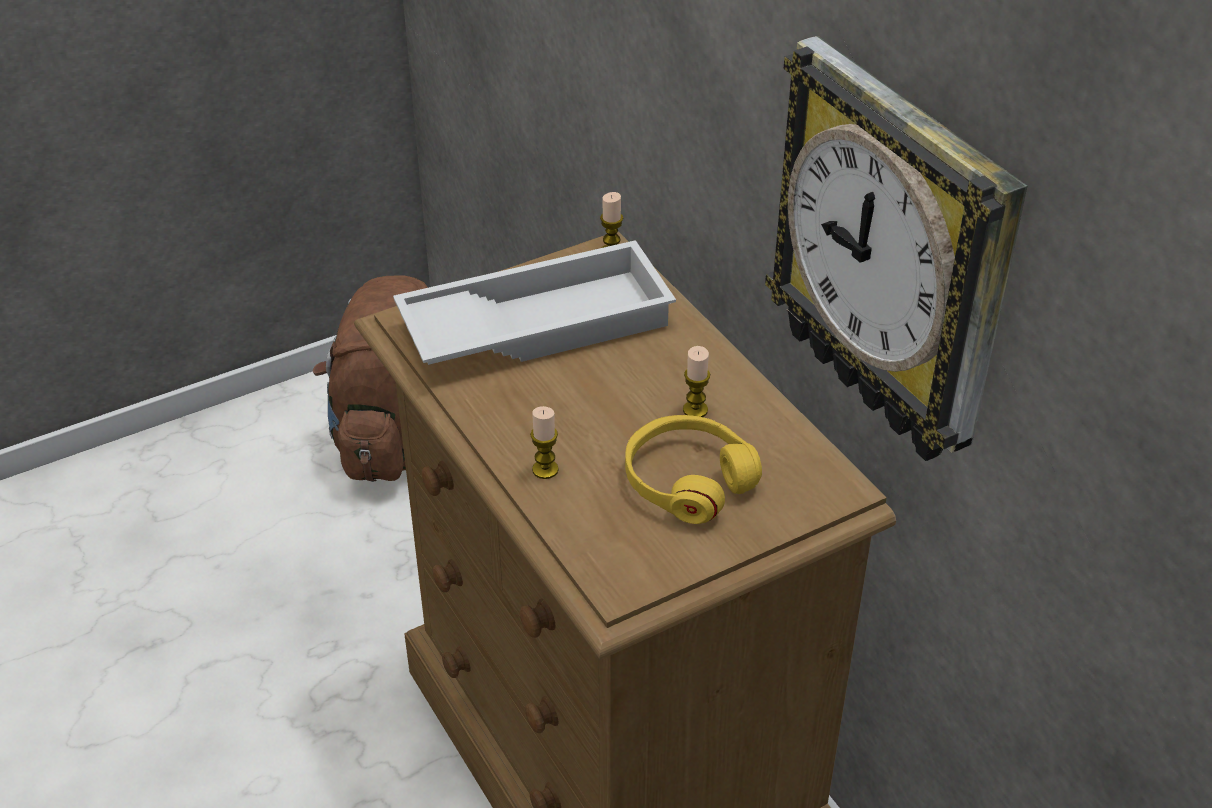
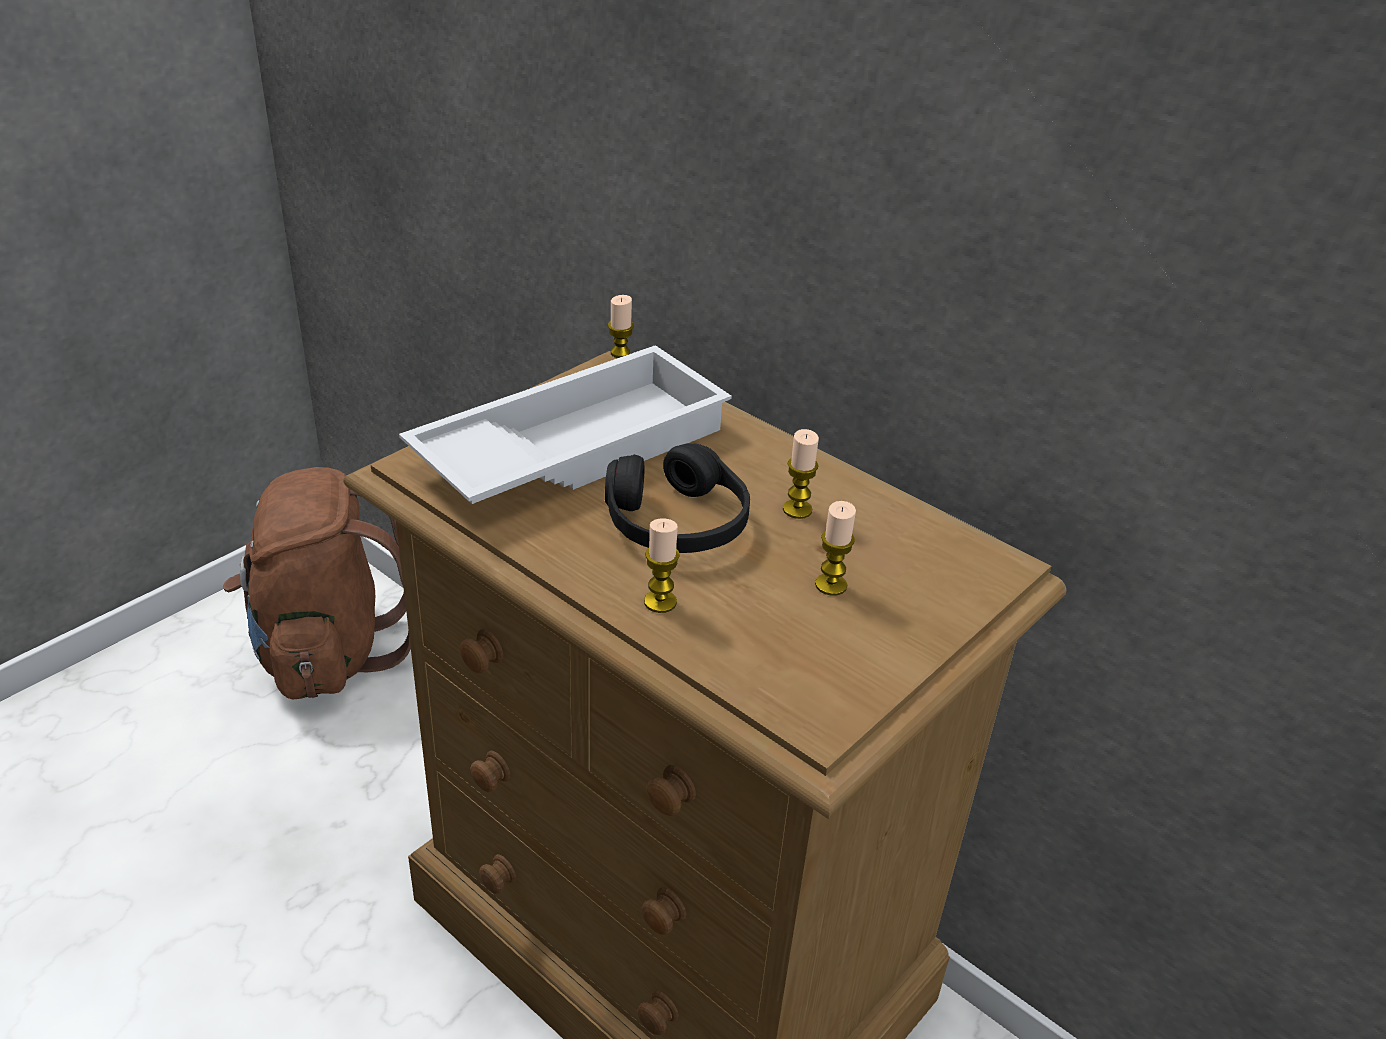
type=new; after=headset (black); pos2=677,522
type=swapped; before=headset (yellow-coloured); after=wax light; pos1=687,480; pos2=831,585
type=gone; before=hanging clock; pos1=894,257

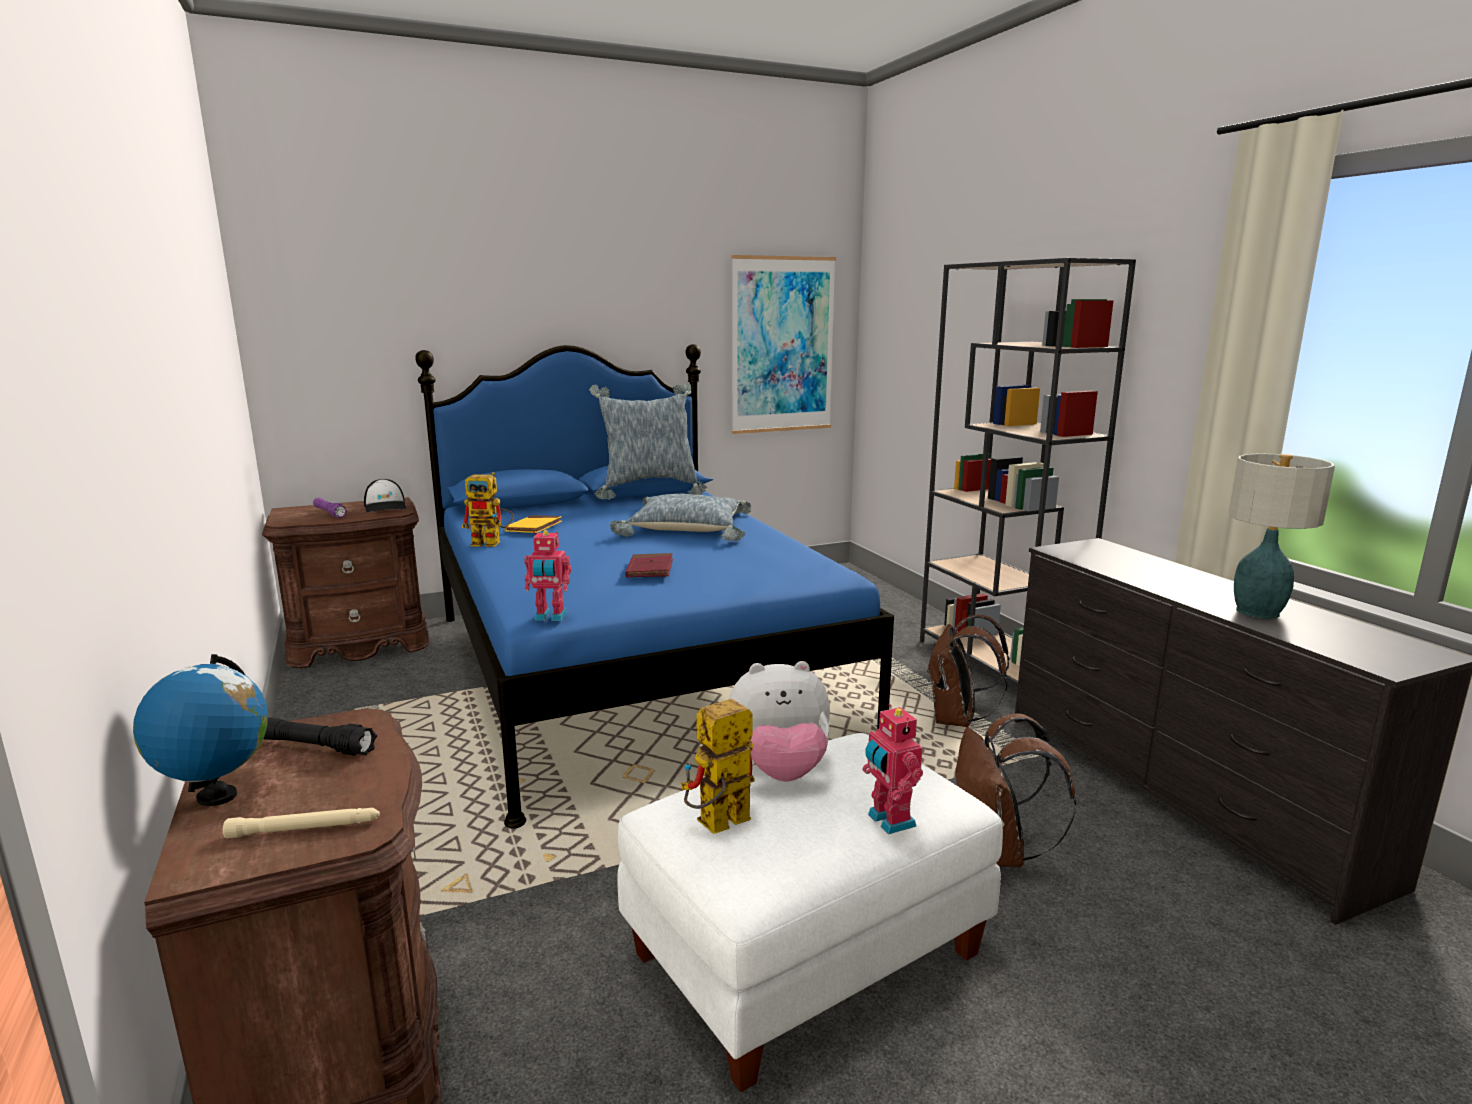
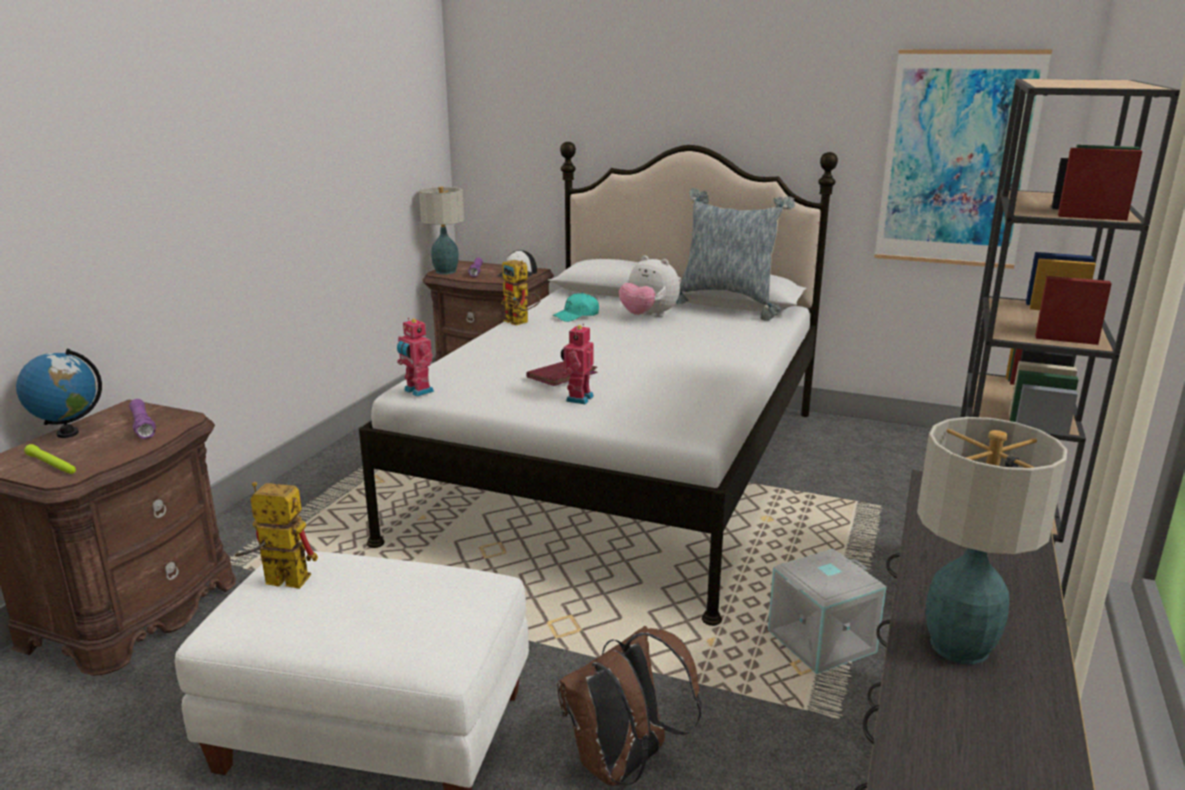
type=repainted; before=torch (sand-coloured); after=torch (green); pos1=305,829; pos2=52,465
type=repainted; before=torch (black); after=torch (purple); pos1=318,747; pos2=142,425
type=repainted; before=sleeping bed (blue); after=sleeping bed (white); pos1=632,670; pos2=623,470
type=new; after=tabletop lamp; pos2=446,272
type=swapped; before=book (yellow-coloured); after=cap (blue-green); pos1=534,527; pos2=576,316
type=shifted; before=robot figure; pos1=888,821; pos2=577,398
type=shifted; before=soft toy; pos1=779,770; pos2=648,316
type=swapped; before=backpack (brown-coloured); after=storage bin (greyish); pos1=957,720; pos2=822,642
type=gone; before=pillow; pos1=686,526

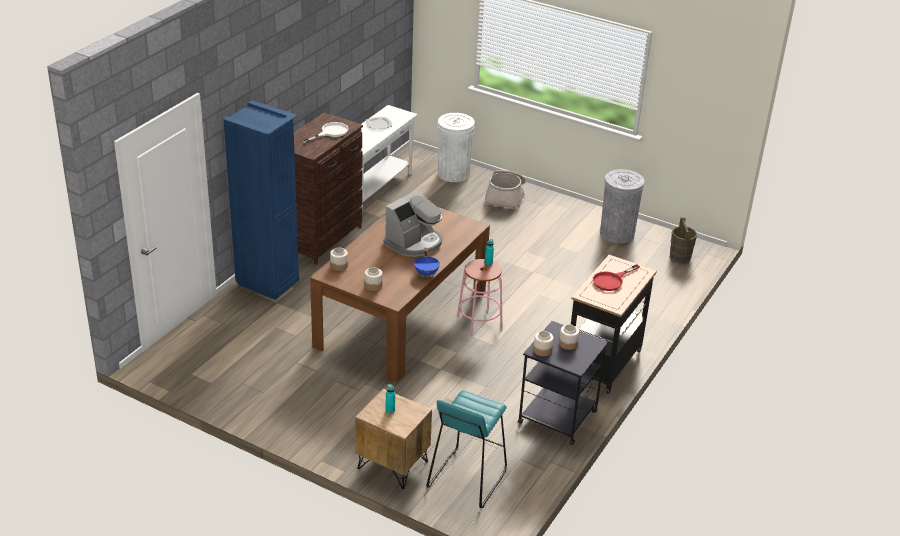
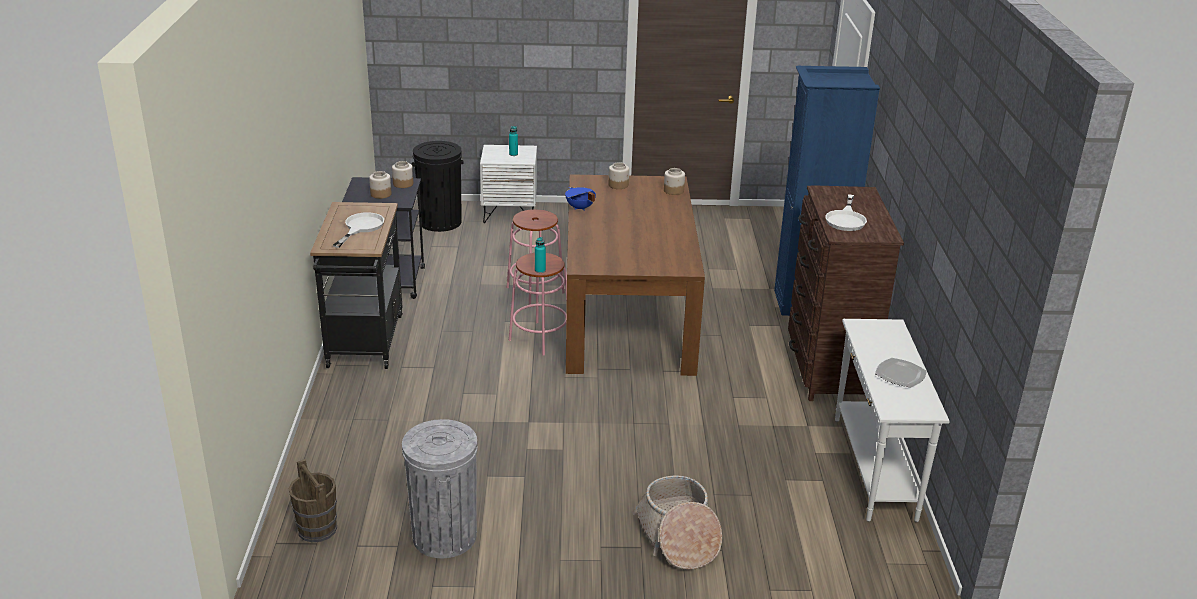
type=repainted; before=frying pan (red); after=frying pan (white); pos1=611,280; pos2=361,228
type=swapped; before=sitting stool (blue-green); after=rubbish bin (black); pos1=466,479; pos2=440,222
type=repainted; before=bedside table (brown-coloured); after=bedside table (white); pos1=392,465; pos2=510,213
type=new; after=sitting stool (pinkish); pos2=535,290
type=gone; before=coffee maker; pos1=414,243
type=gone; before=rubbish bin (white); pos1=453,174

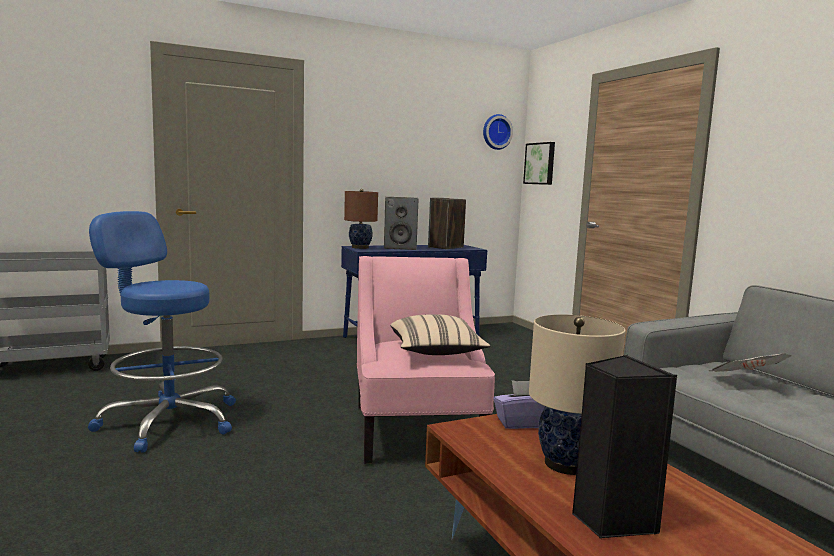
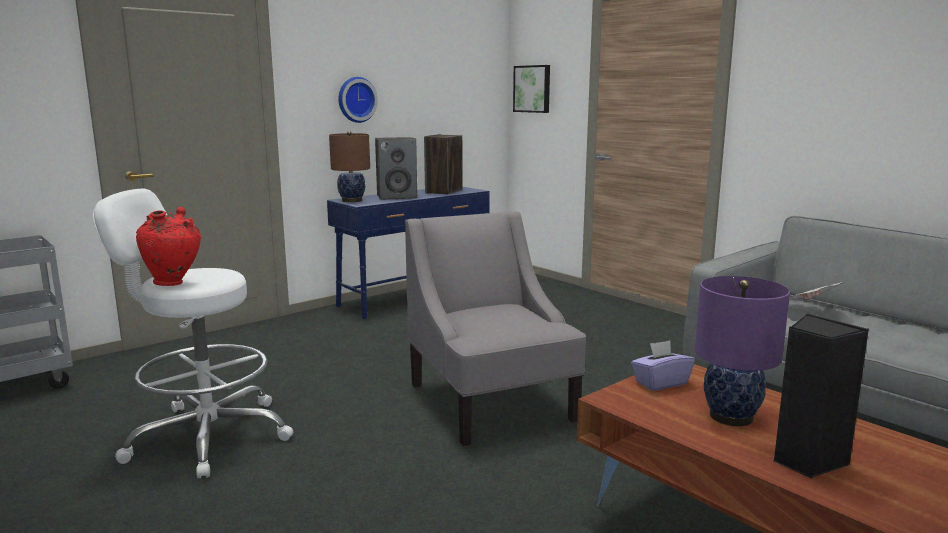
type=repainted; before=sitting stool (blue); after=sitting stool (white); pos1=168,421; pos2=206,436
type=new; after=vase (red); pos2=173,283
type=shifted; before=hanging clock; pos1=496,132; pos2=356,99
type=repainted; before=lounge chair (pinkish); after=lounge chair (greyish); pos1=417,431; pos2=492,403
type=repainted; before=tabletop lamp (sand-coloured); after=tabletop lamp (purple); pos1=566,464; pos2=730,416
type=gone; before=pillow (sand-coloured); pos1=436,352

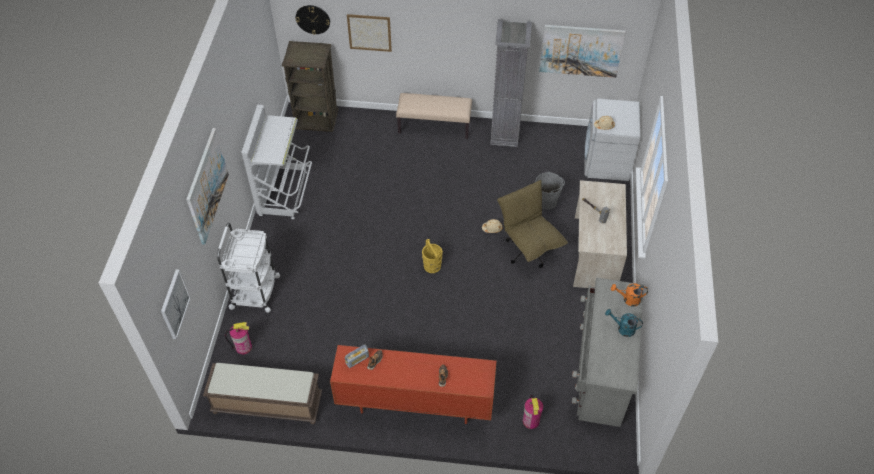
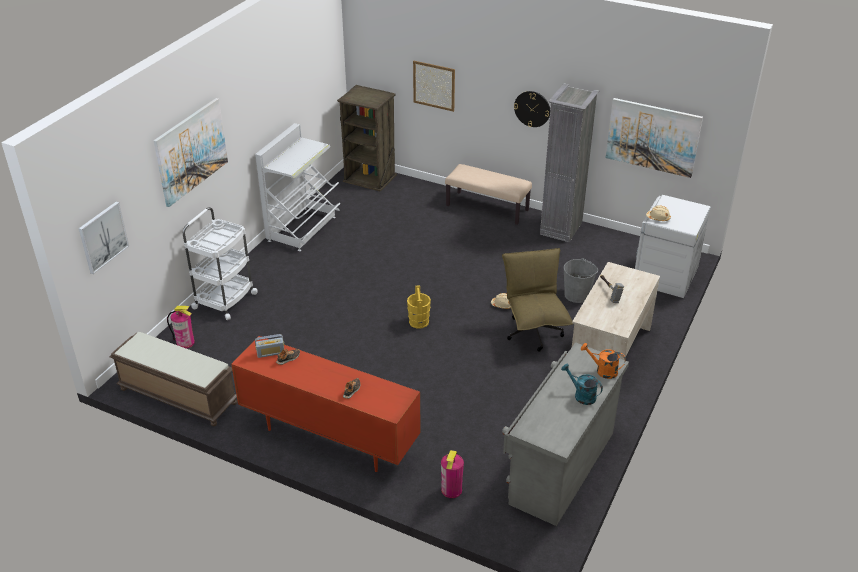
type=shifted; before=hanging clock; pos1=313,19; pos2=532,108

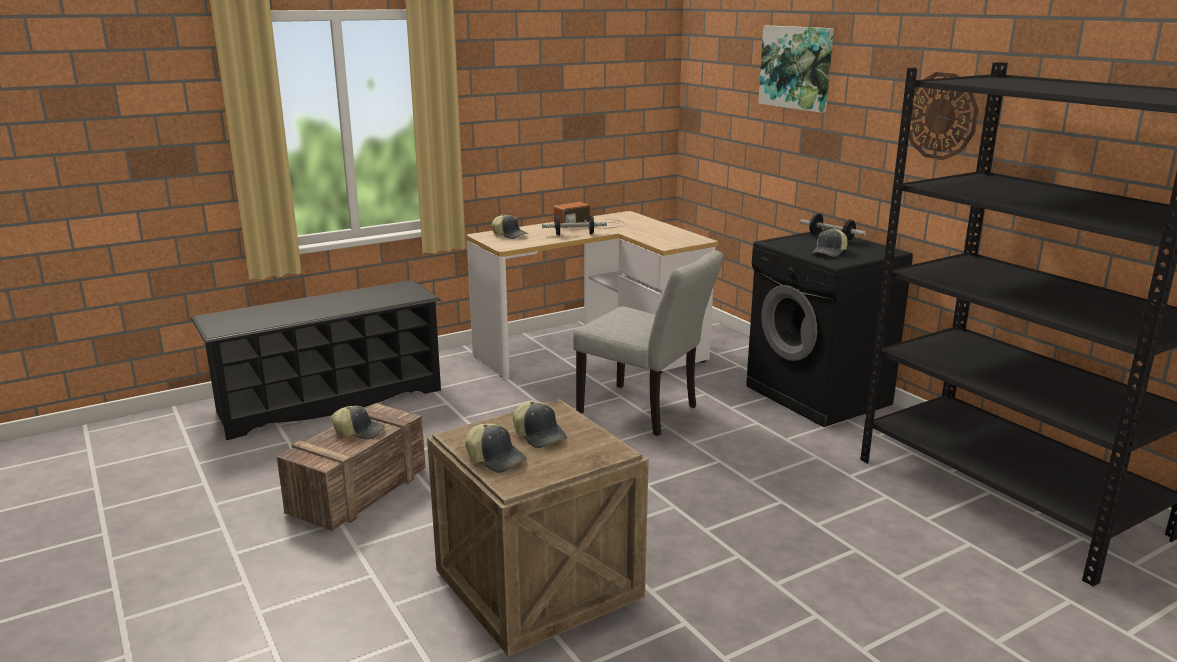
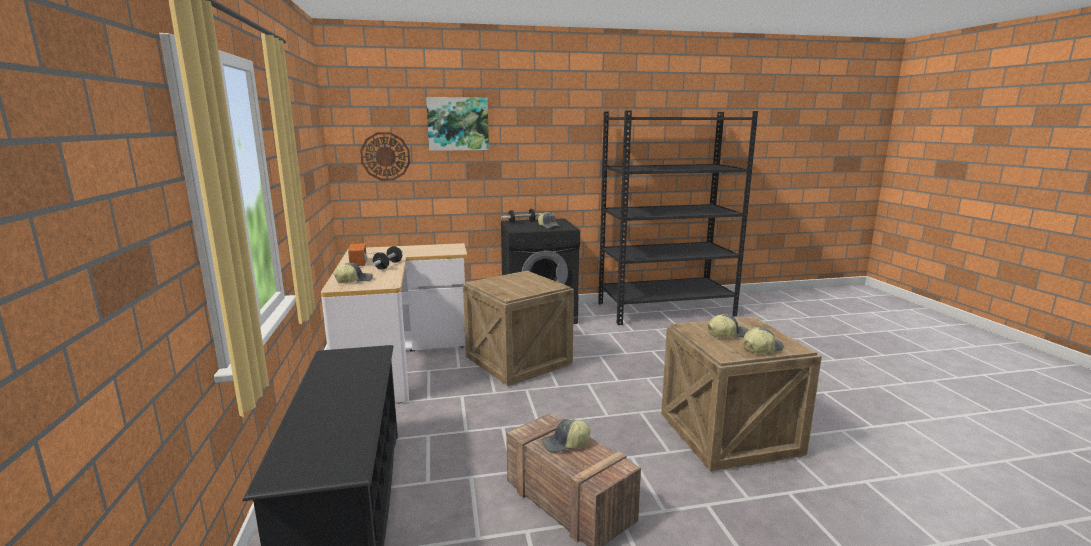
type=shifted; before=hanging clock; pos1=941,116; pos2=385,156
type=swapped; before=chair (greyish); after=crate; pos1=645,412; pos2=519,362
type=rotated; before=cap; pos1=359,431; pos2=565,444; turn=-135

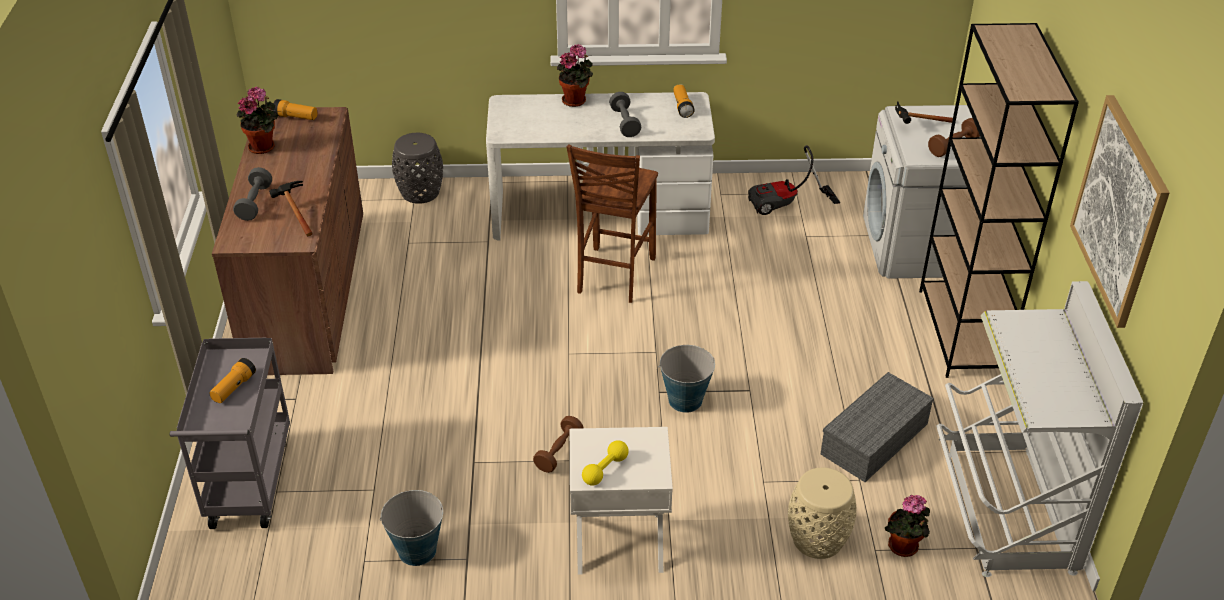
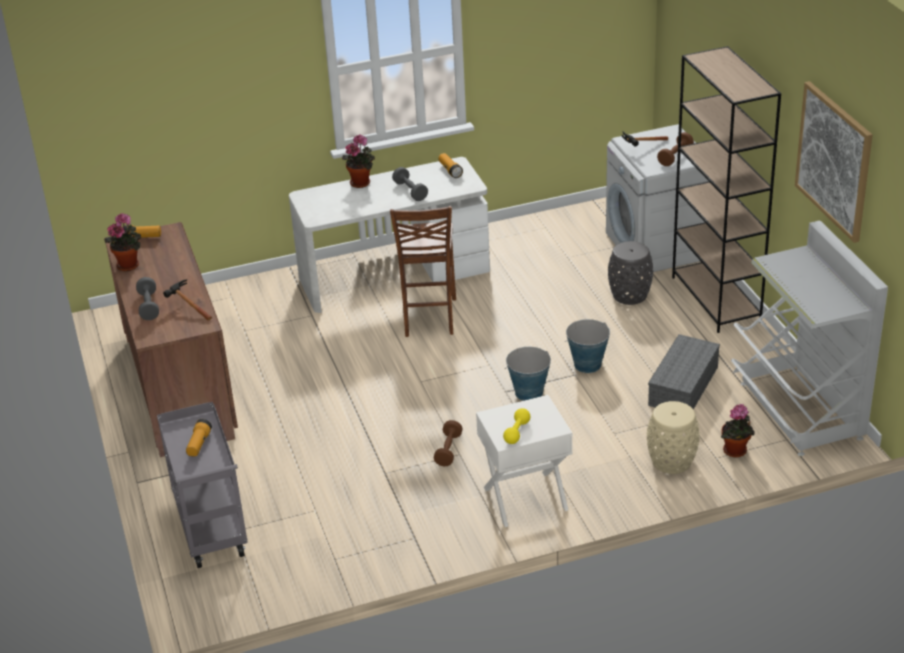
type=shifted; before=water bucket; pos1=417,550; pos2=587,364
type=shifted; before=sitting stool (greyish); pos1=420,192; pos2=629,295
type=gone; before=vacuum; pos1=786,205

